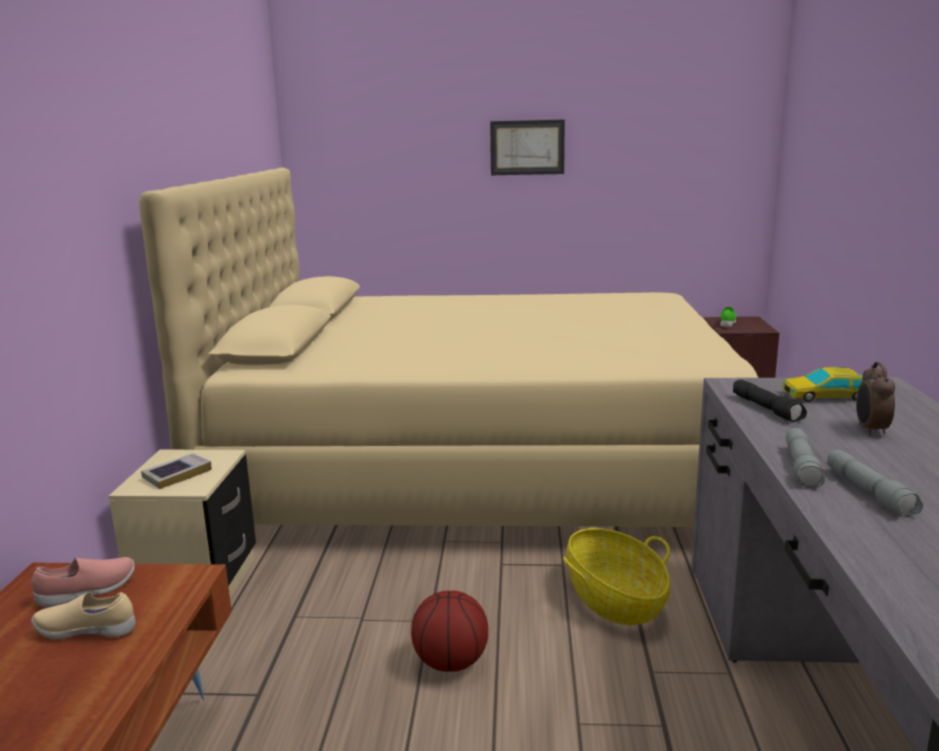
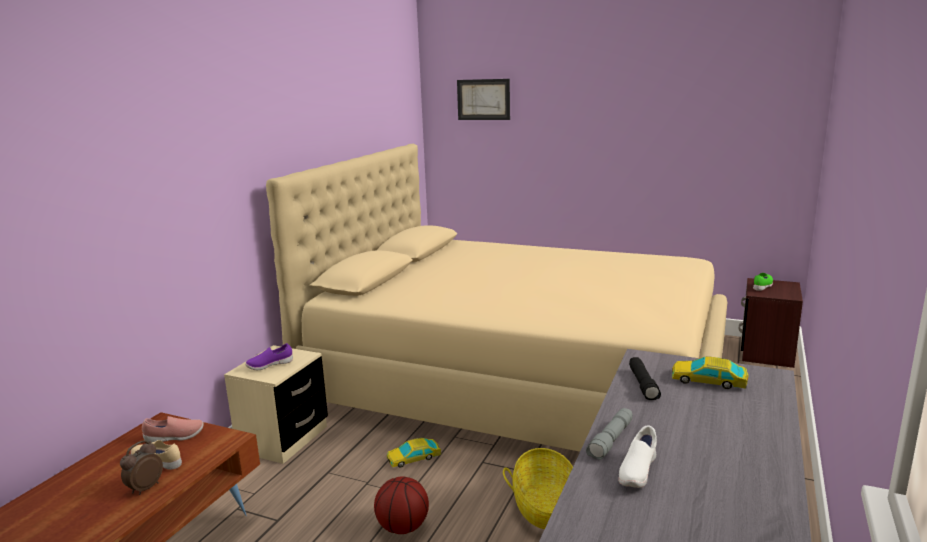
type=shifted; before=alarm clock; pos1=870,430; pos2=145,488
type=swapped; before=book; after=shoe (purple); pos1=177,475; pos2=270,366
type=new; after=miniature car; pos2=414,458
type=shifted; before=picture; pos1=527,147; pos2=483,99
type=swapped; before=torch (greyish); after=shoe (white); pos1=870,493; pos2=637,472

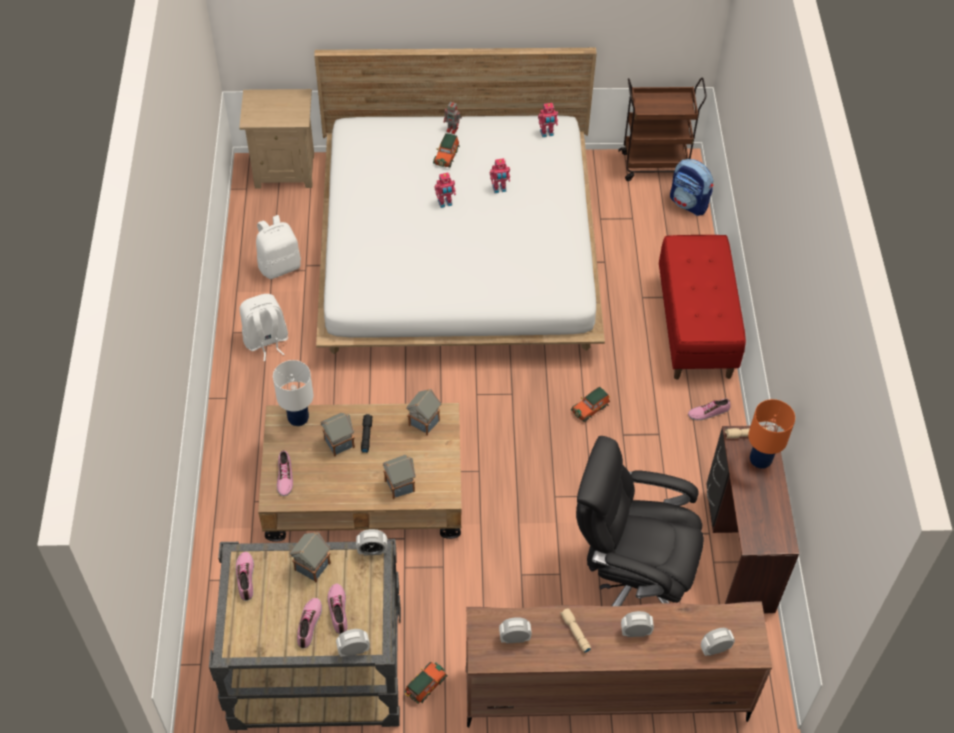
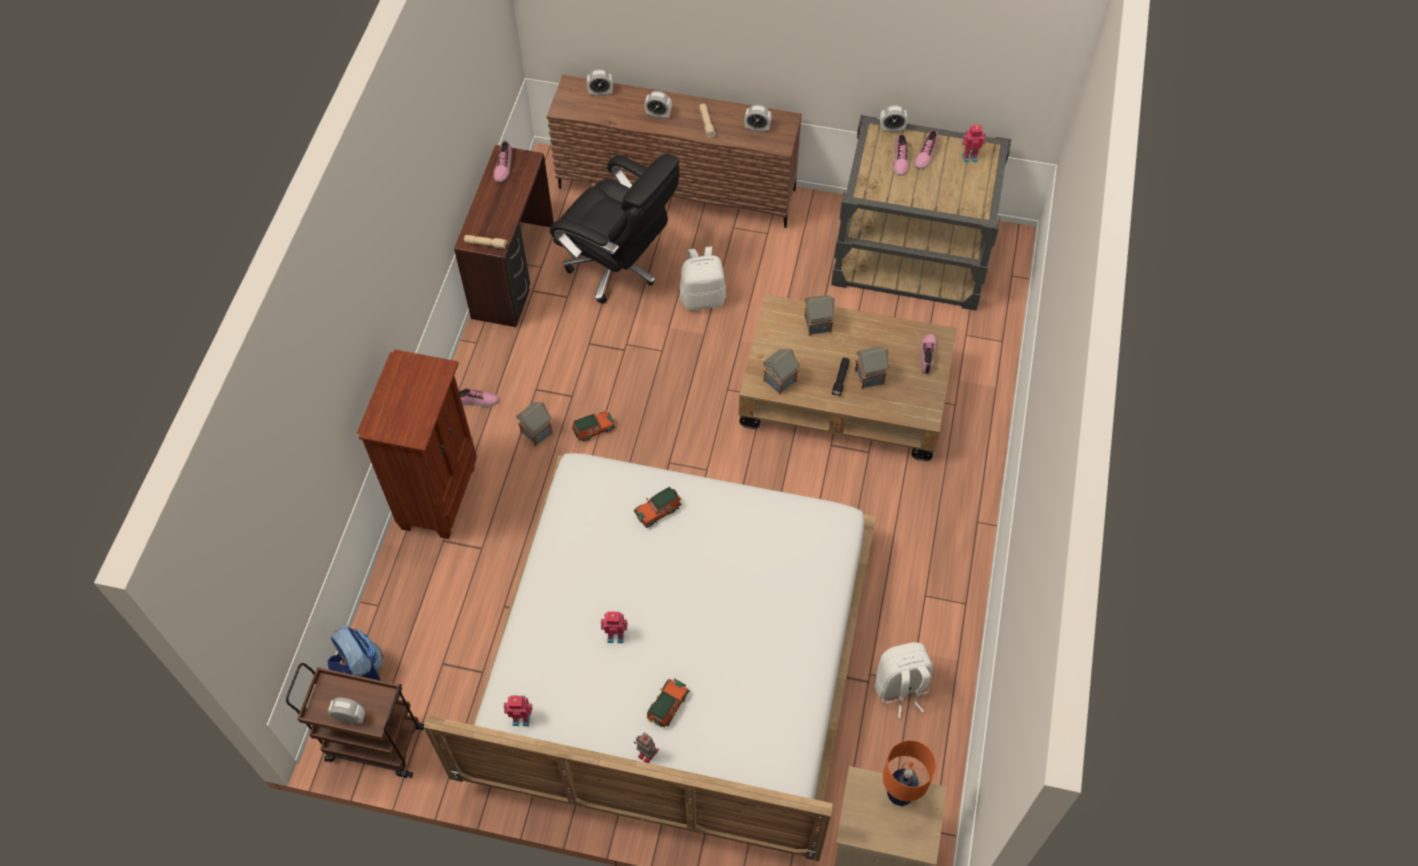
type=shifted; before=alarm clock; pos1=372,551; pos2=350,717
type=swapped; before=indoor bench (red); after=cabinet (brown-coloured); pos1=695,327; pos2=440,498
type=shifted; before=shoe; pos1=246,577; pos2=503,166
type=shifted; before=toy house; pos1=312,567; pos2=537,432
type=shifted; before=miniature car; pos1=425,686; pos2=659,510
type=shifted; before=backpack (white); pos1=266,341; pos2=703,298
type=shifted; before=tabletop lamp (orange); pos1=760,461; pos2=899,794
type=shifted; before=robot figure; pos1=445,203; pos2=969,156
type=gone; before=tabletop lamp (white); pos1=298,419

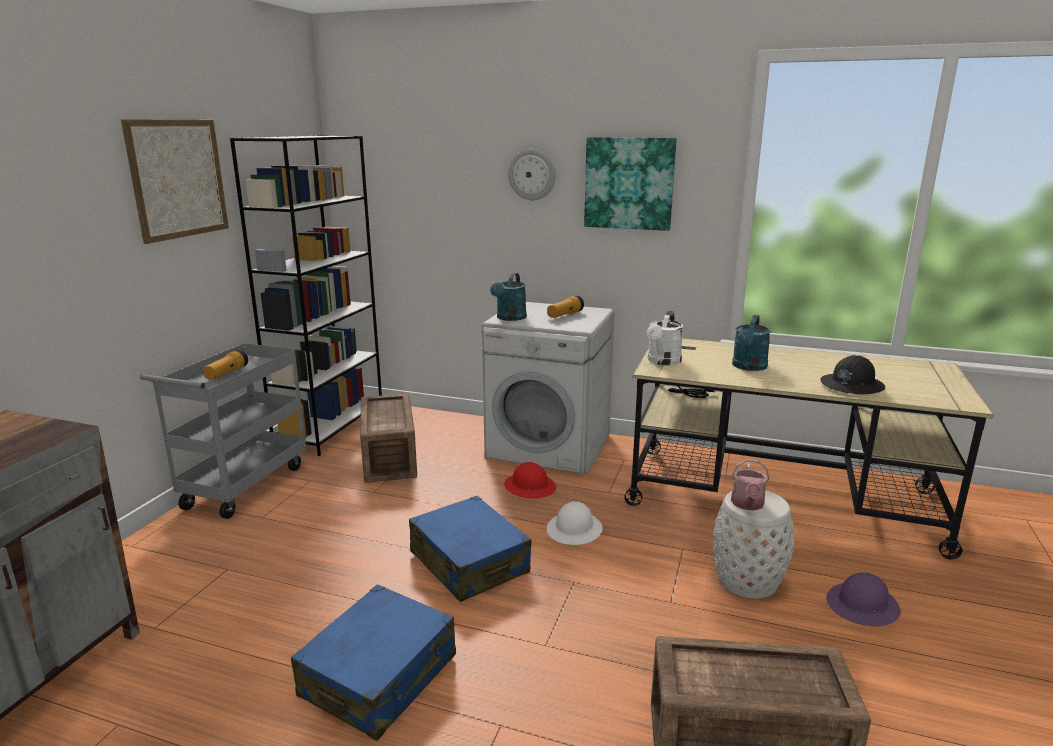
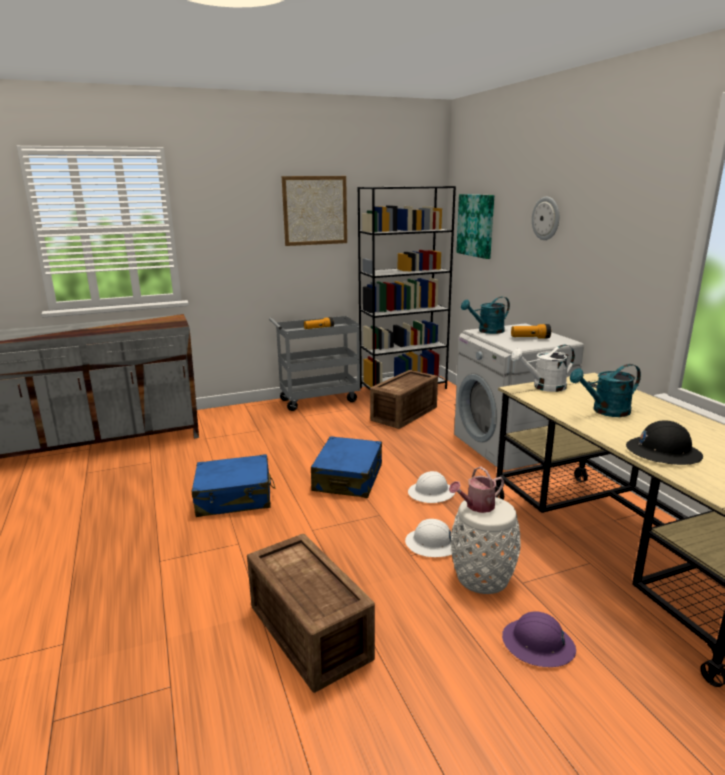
type=new; after=work helmet (white); pos2=432,544
type=shifted; before=picture; pos1=629,183; pos2=476,225
type=gone; before=work helmet (red); pos1=530,487

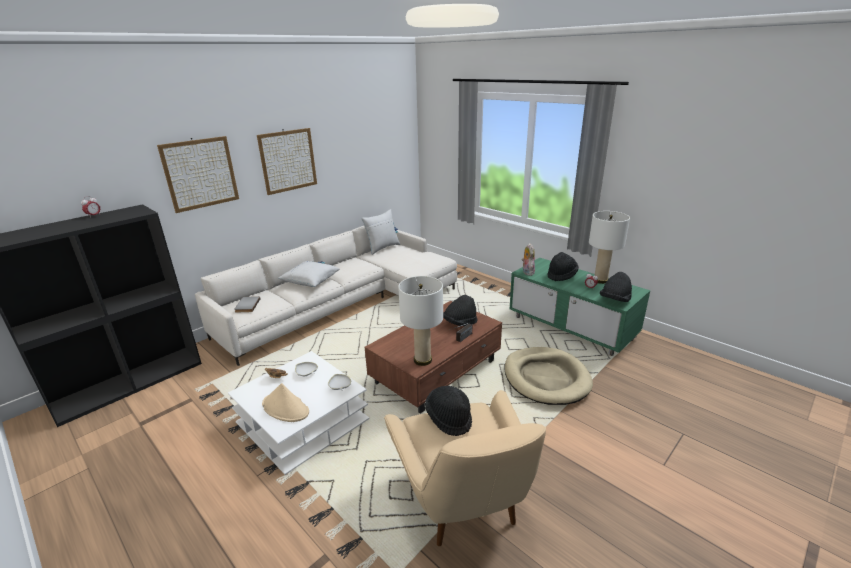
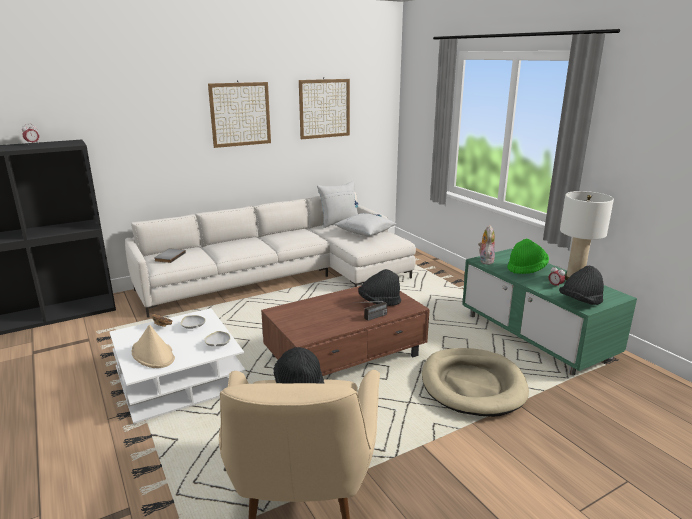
type=shifted; before=picture; pos1=200,172; pos2=324,107
type=shifted; before=pillow (greyish); pos1=310,281; pos2=365,232
type=repainted; before=wearable hat (black); after=wearable hat (green); pos1=561,275; pos2=526,269
type=gone; before=tabletop lamp (white); pos1=423,360

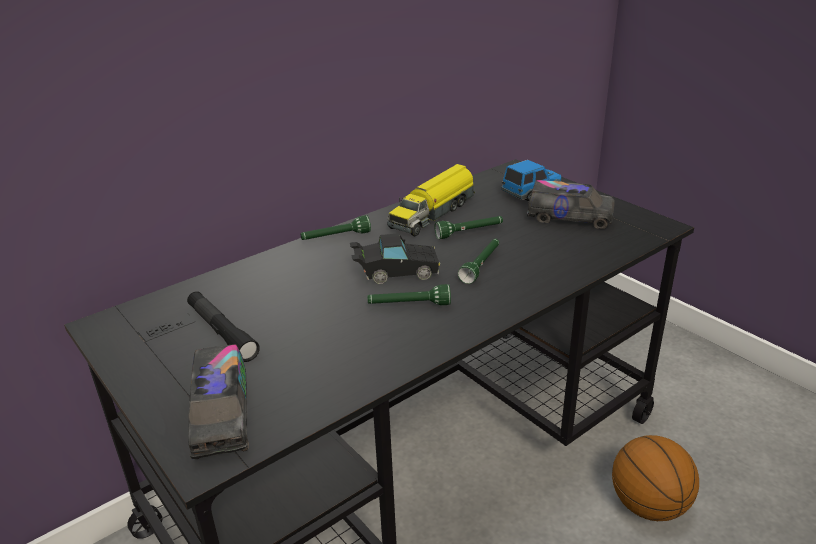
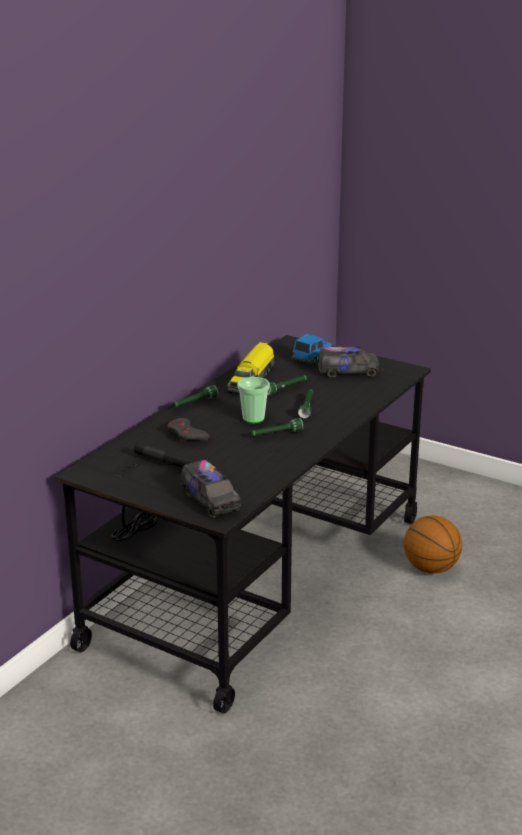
type=new; after=game controller (greyish); pos2=187,435
type=swapped; before=miniature car (black); after=drinking cup; pos1=395,273; pos2=253,418

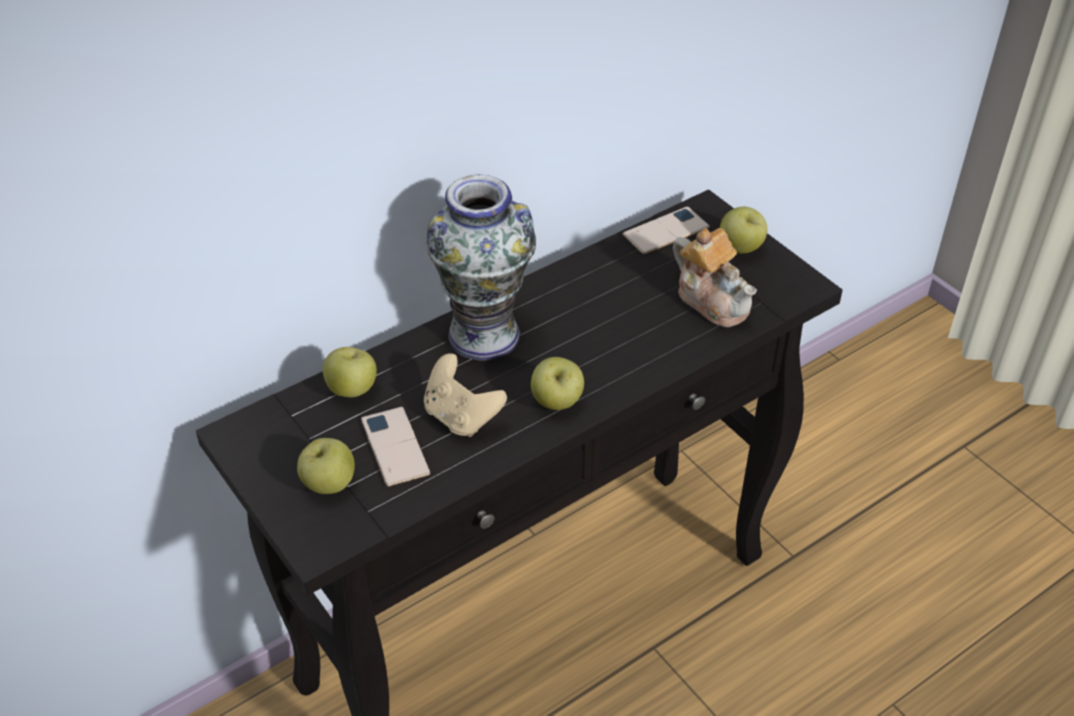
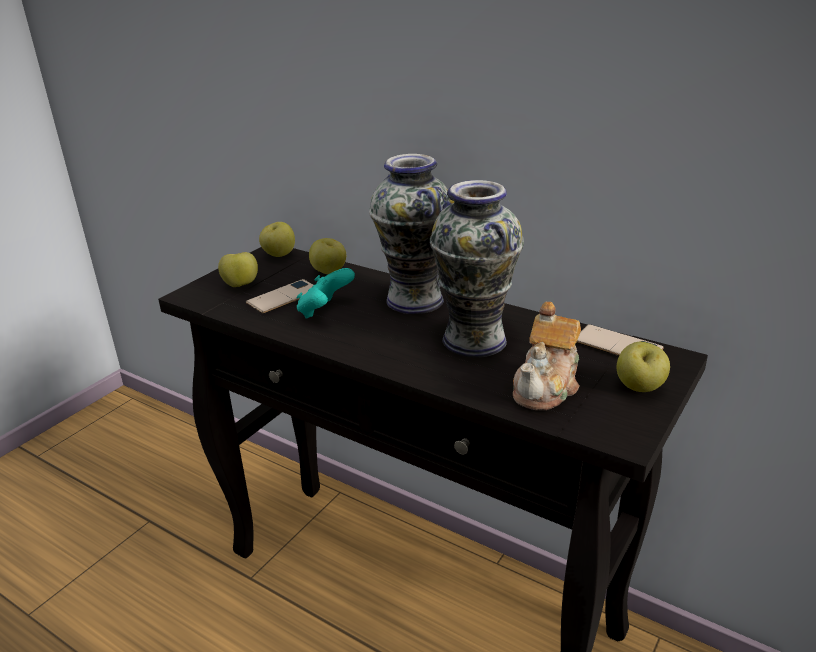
type=shifted; before=apple; pos1=557,402; pos2=279,255
type=repainted; before=game controller (sand-coloured); after=game controller (blue-green); pos1=461,417; pos2=325,311
type=new; after=vase; pos2=473,340

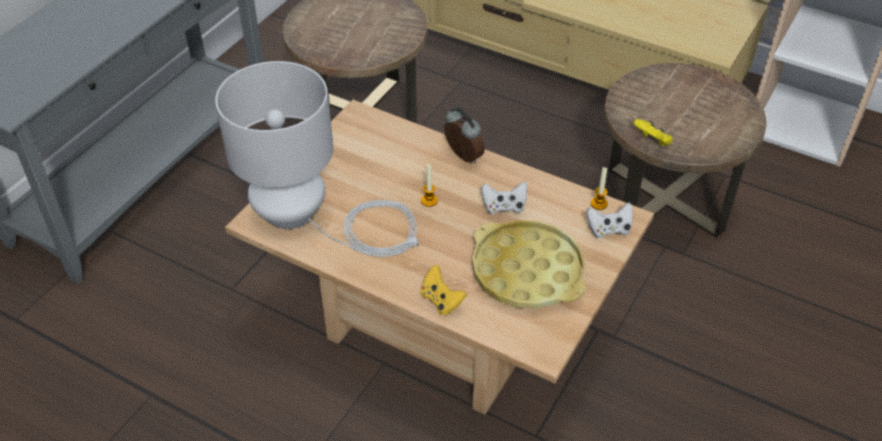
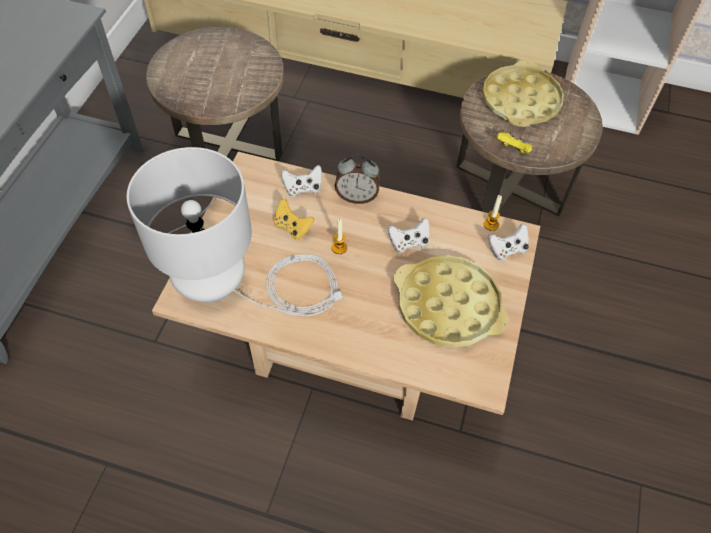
type=shifted; before=game controller (yellow-coloured); pos1=441,301; pos2=292,227
type=new; after=game controller (white); pos2=303,188
type=rotated; before=alarm clock; pos1=462,157; pos2=357,197; turn=150
type=new; after=carrying tray (yellow-coloured); pos2=520,101

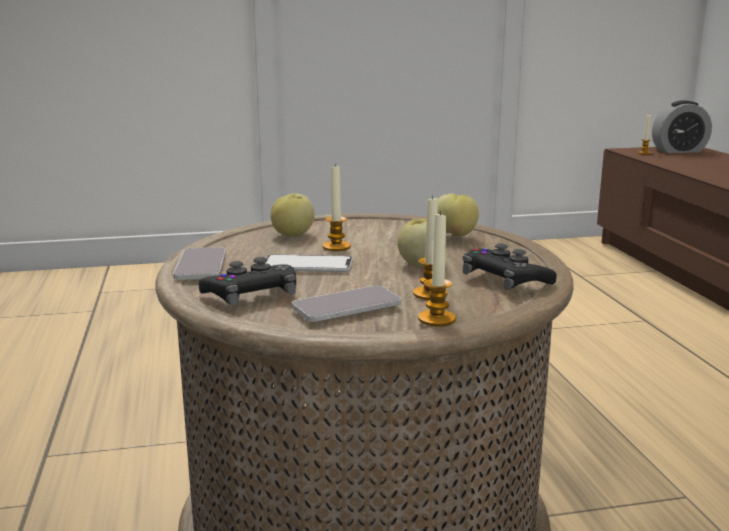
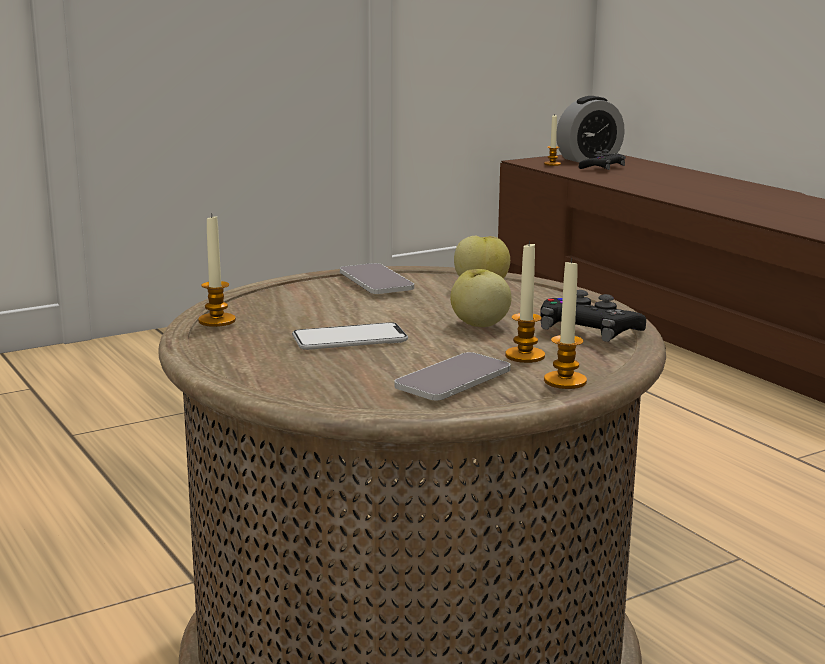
type=shifted; before=wax light; pos1=336,247; pos2=217,321
type=shifted; before=phone; pos1=201,265; pos2=376,281
type=shifted; before=game controller (black); pos1=251,294; pos2=602,168
type=gone; before=apple; pos1=294,235

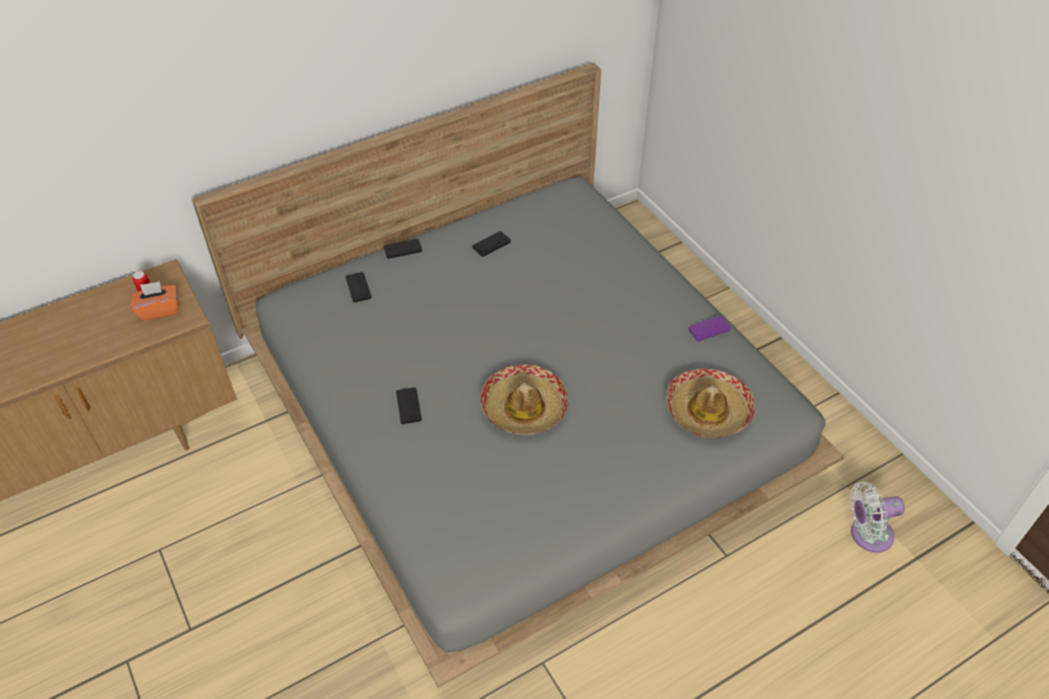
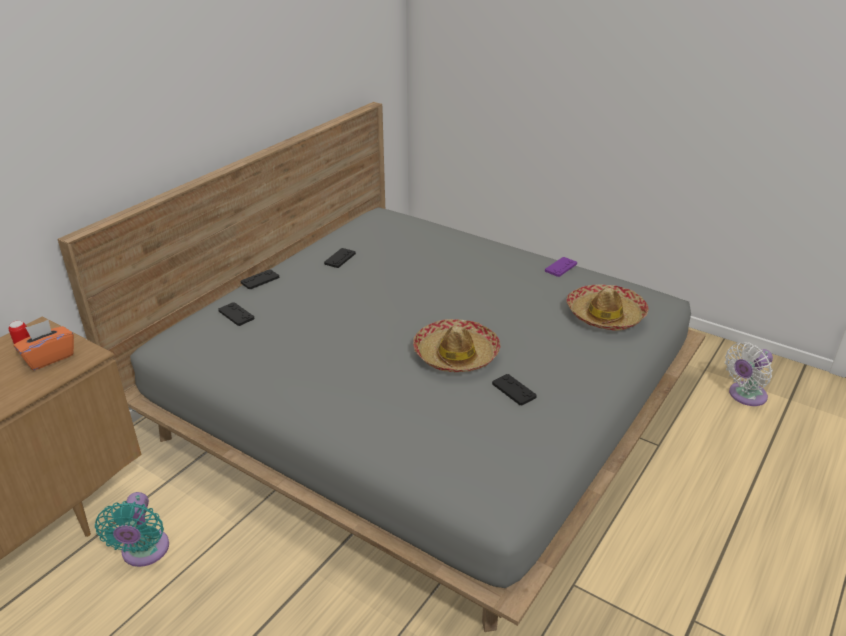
type=new; after=cooling fan (blue-green); pos2=144,552
type=shifted; before=game controller (black); pos1=408,406; pos2=514,390

